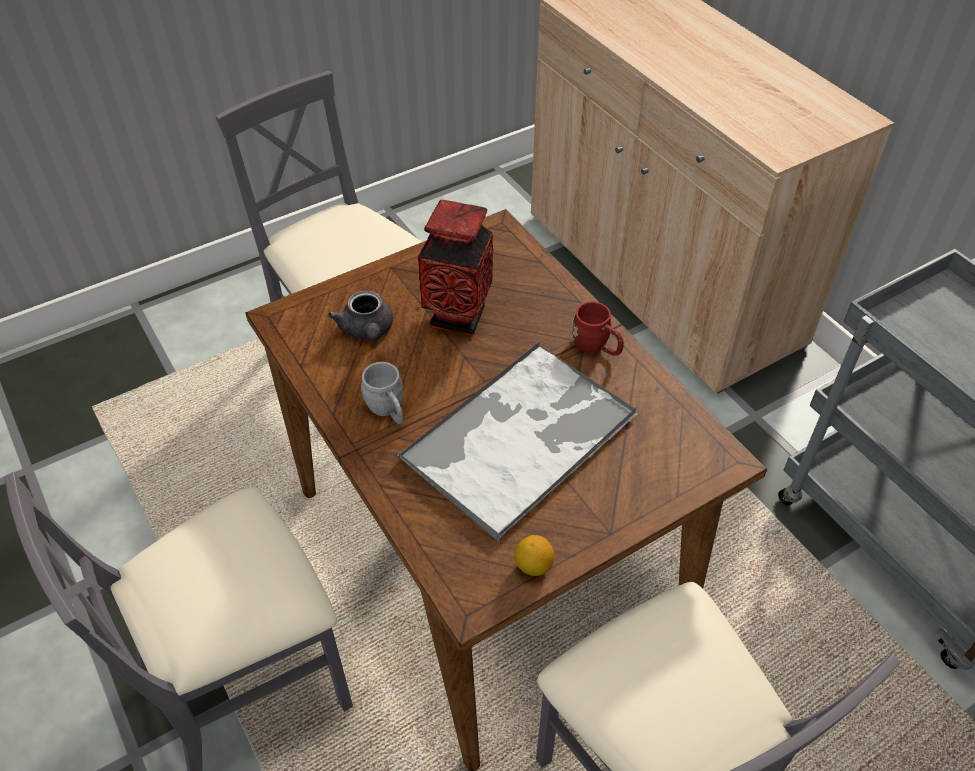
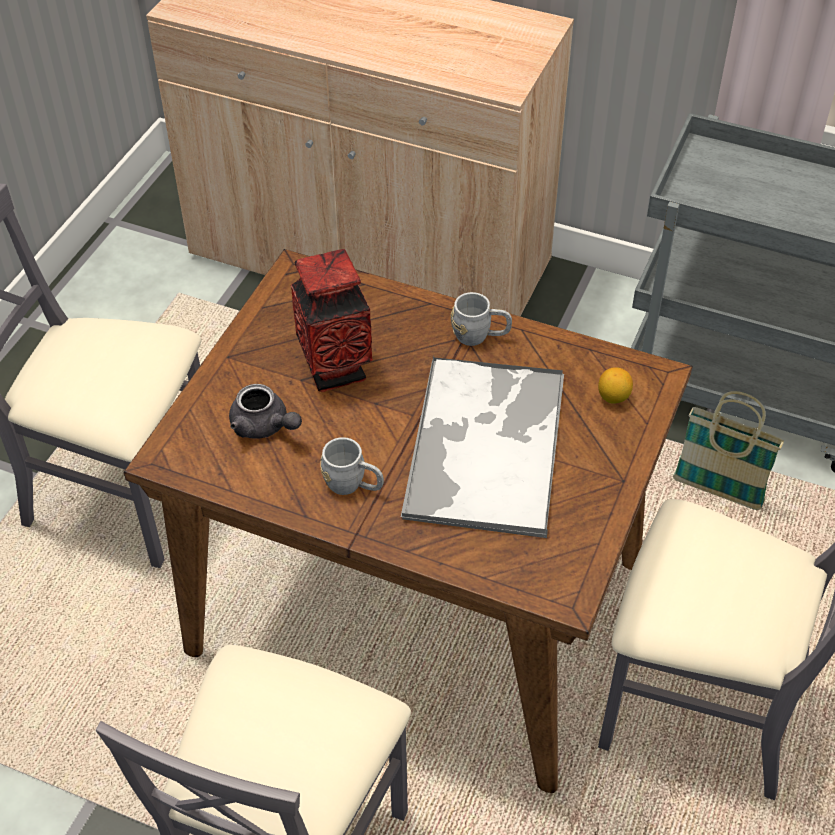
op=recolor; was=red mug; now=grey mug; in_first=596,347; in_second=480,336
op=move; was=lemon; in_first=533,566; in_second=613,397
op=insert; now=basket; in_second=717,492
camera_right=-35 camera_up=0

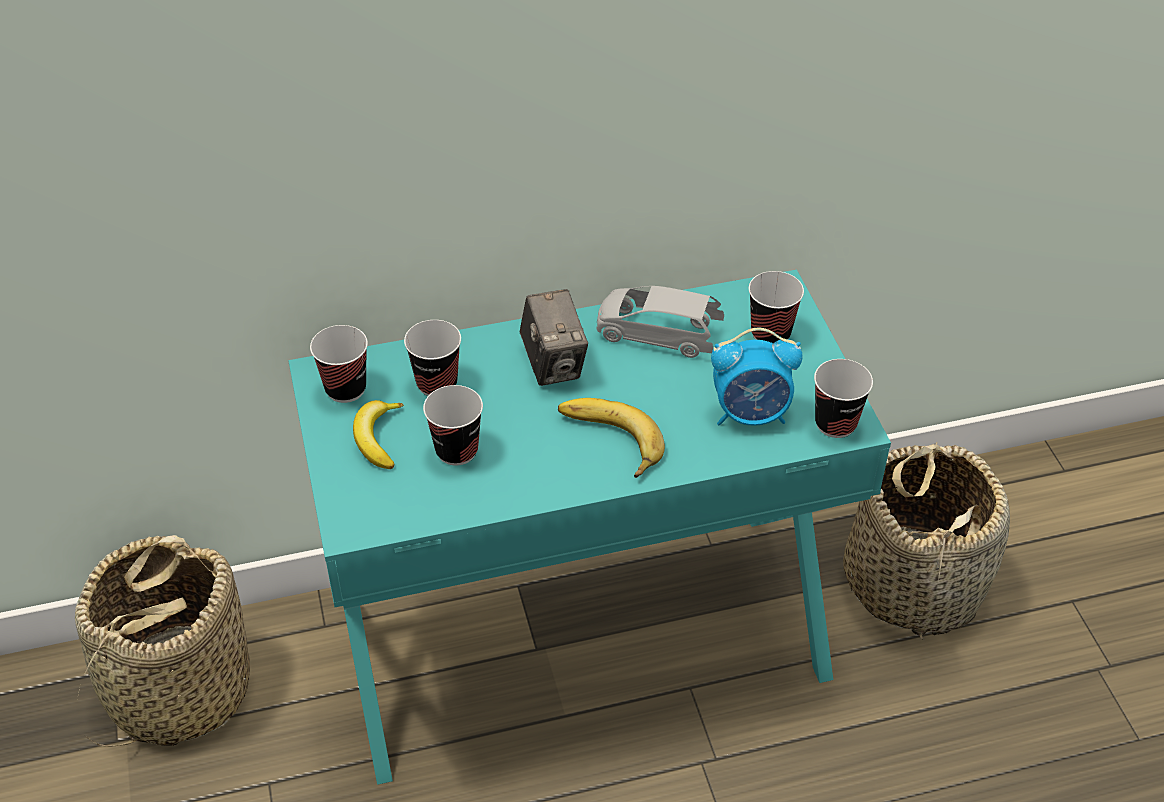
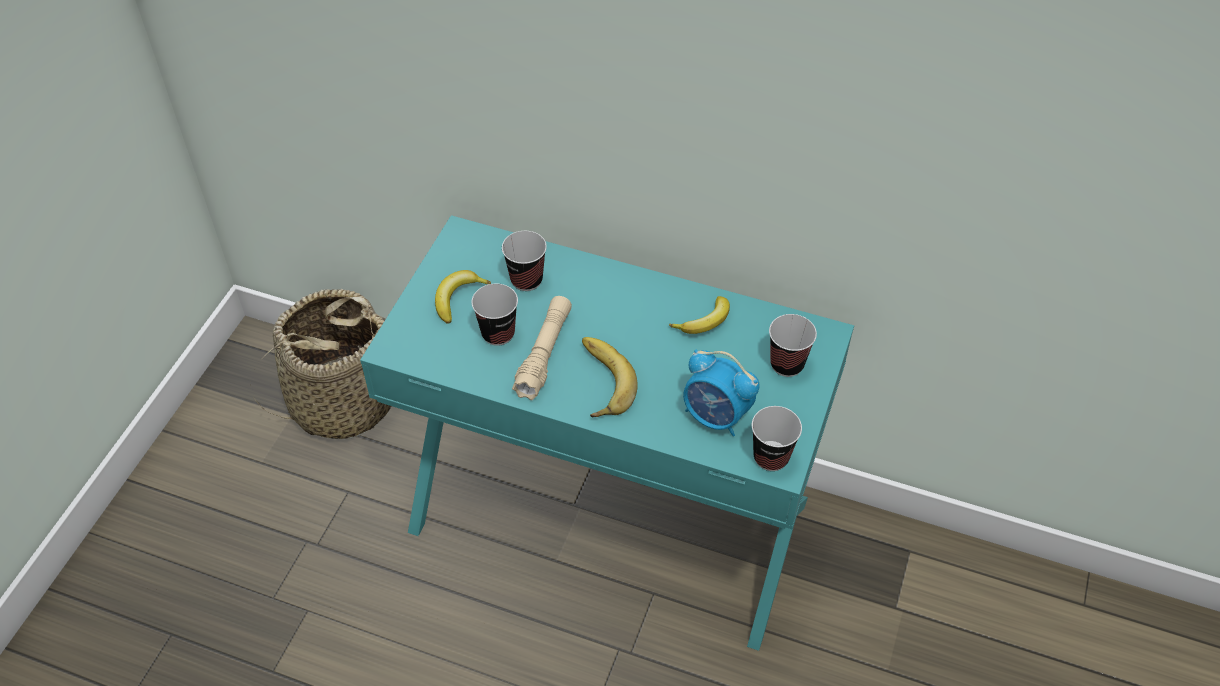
op=replace; was=grey toy car; now=banana; in_first=657,334; in_second=705,322
op=delete; was=photo camera; in_first=553,364
op=delete; was=cup; in_first=345,389
op=delete; was=basket; in_first=913,582
op=insert; now=beige flashlight; in_second=544,354
camera_right=35 camera_up=5

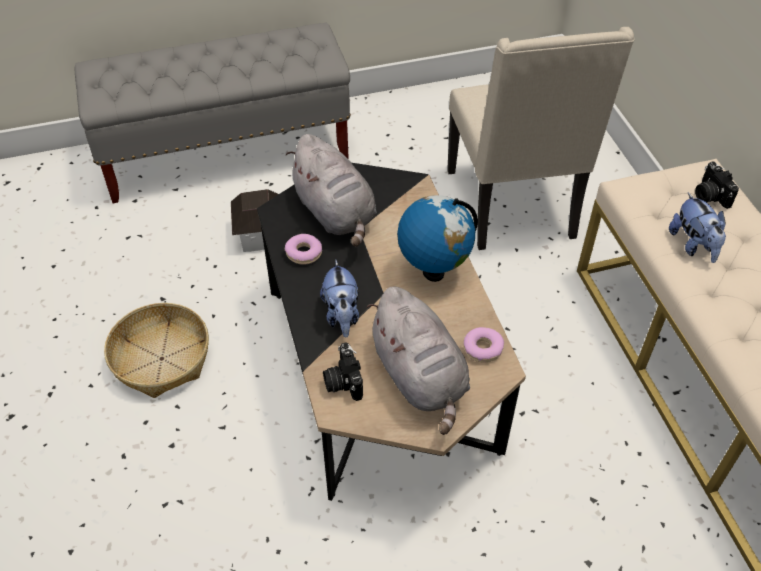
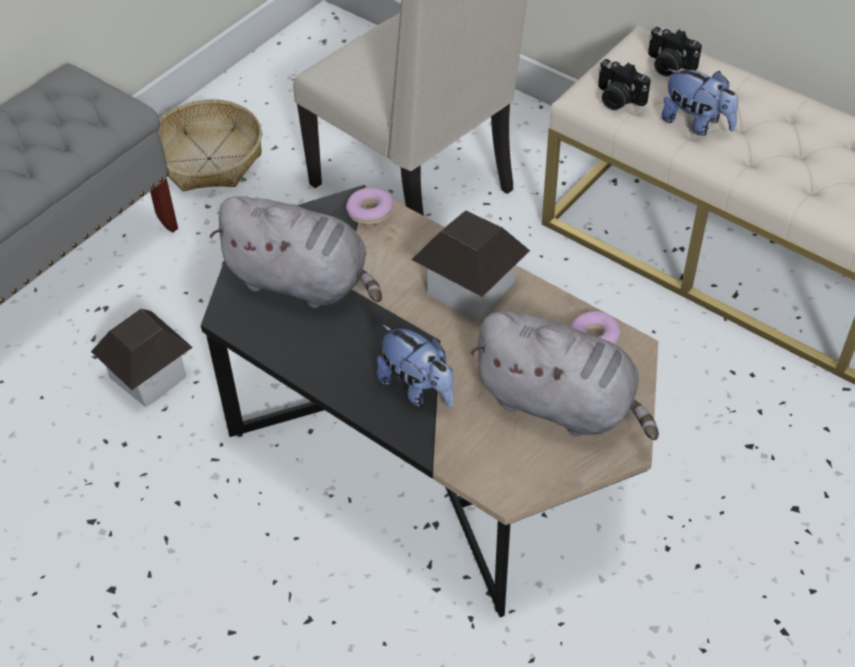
op=replace; was=globe; now=toy house; in_first=433,272; in_second=470,287
op=move; was=donut; in_first=304,253; in_second=370,212
op=move; was=basket; in_first=161,358; in_second=209,158
op=move; was=photo camera; in_first=342,381; in_second=617,99
camera_right=-35 camera_up=0

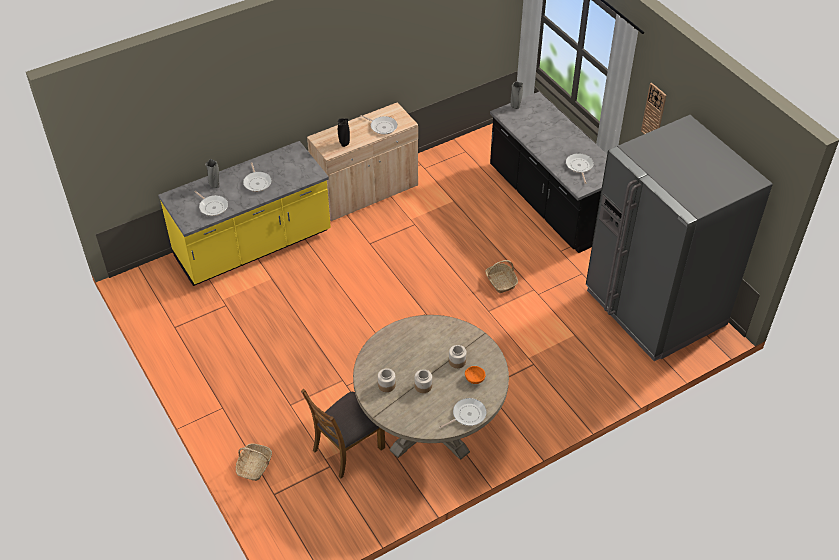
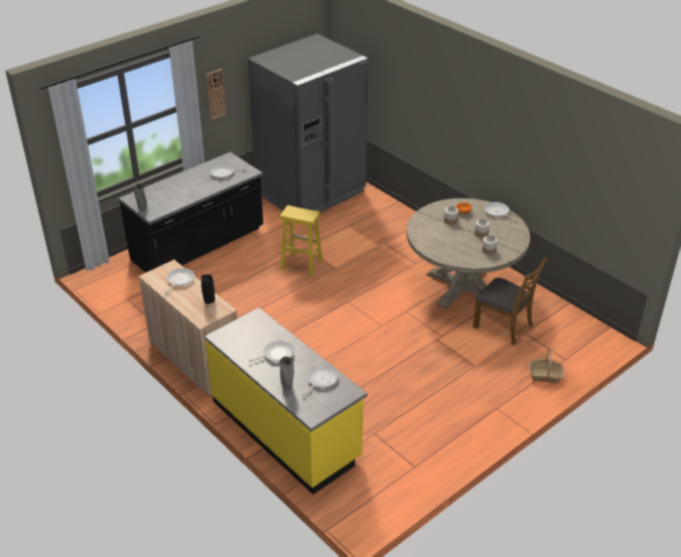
op=replace; was=basket; now=yellow stool; in_first=500,282; in_second=301,265
camera_right=-100 camera_up=-10

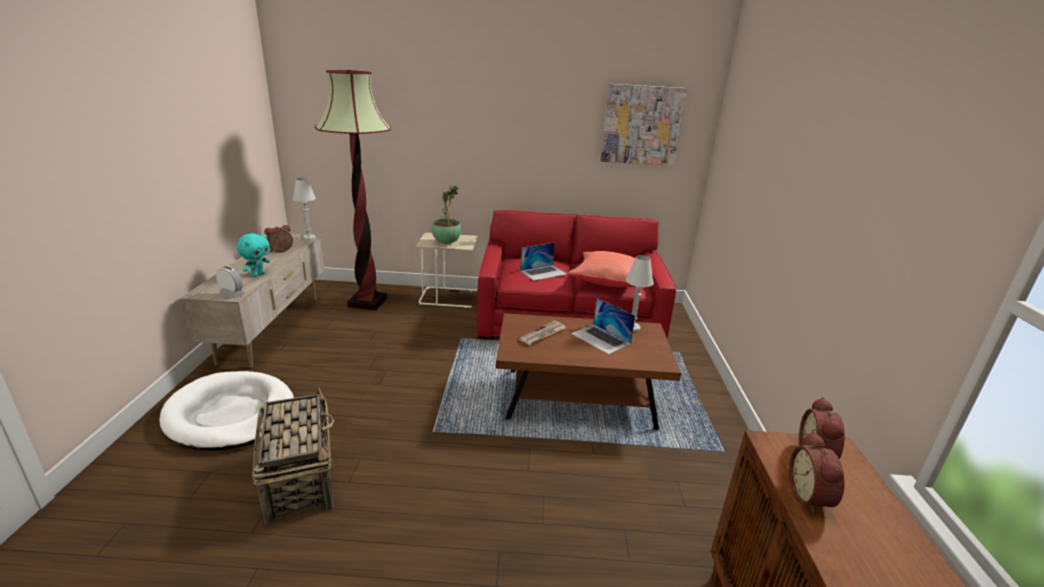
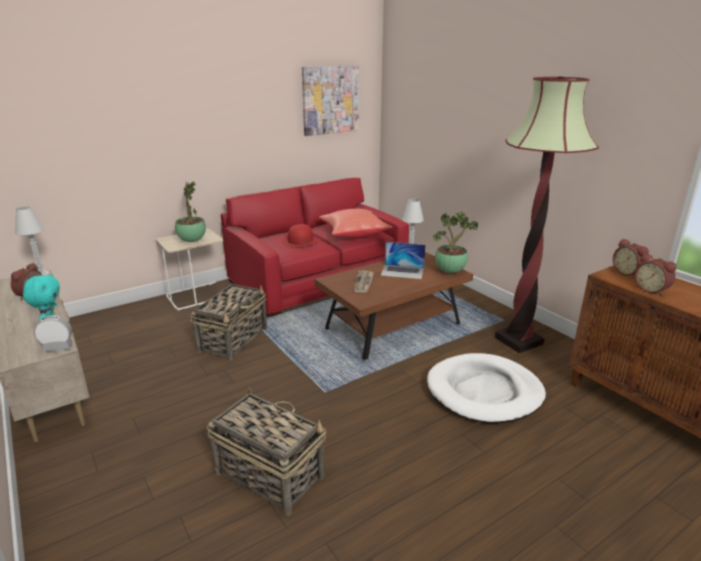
op=move; was=floor lamp; in_first=367,302; in_second=518,340
op=replace; was=laptop; now=red hat; in_first=543,272; in_second=300,241
op=move; was=white dog bed; in_first=231,414; in_second=484,392
op=insert; now=potted plant; in_second=451,271
op=insert; now=basket; in_second=234,339
camera_right=-35 camera_up=0

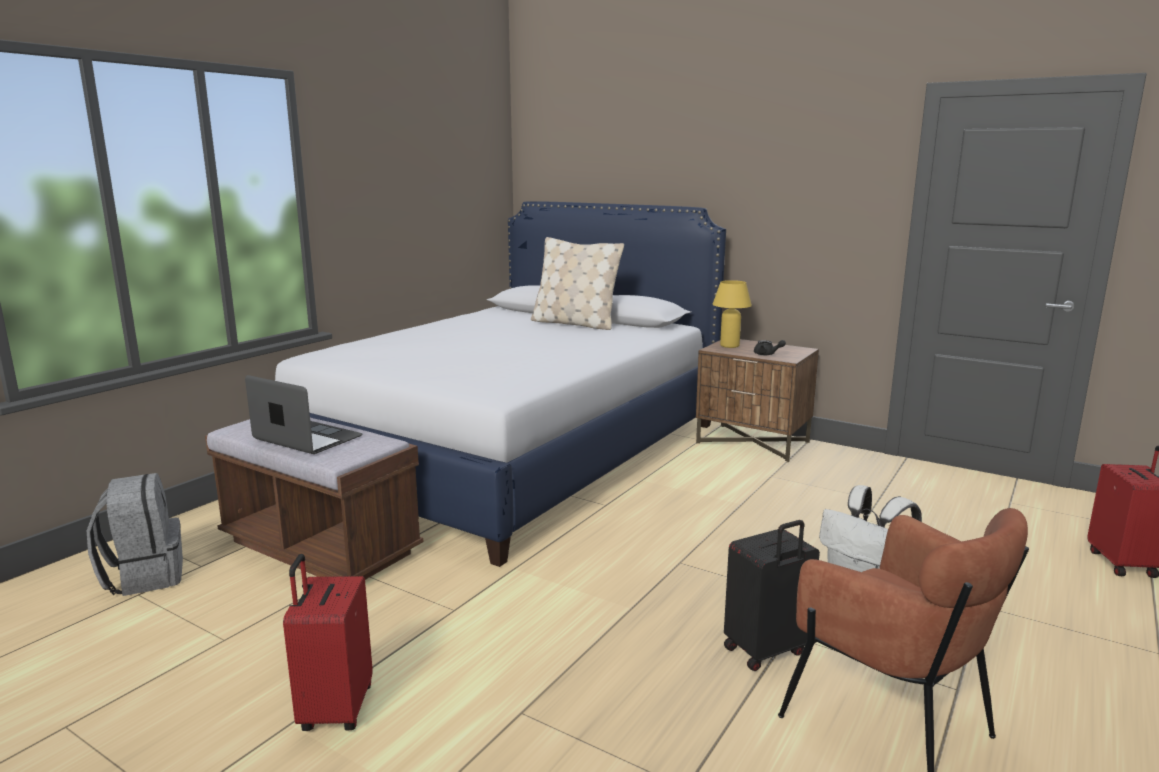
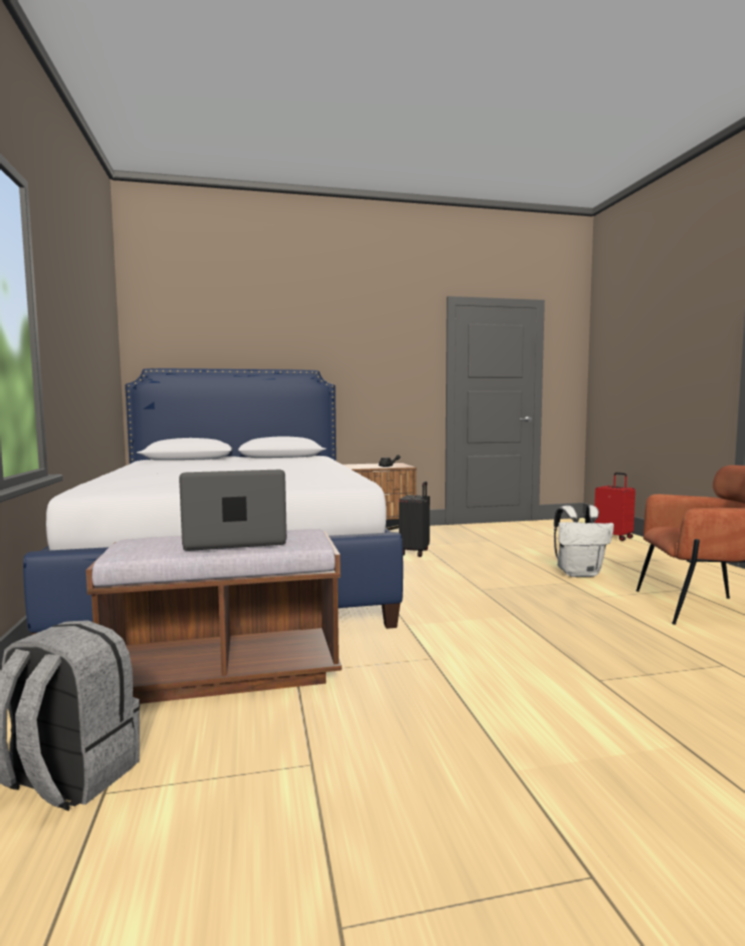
op=delete; was=beige pillow; in_first=575,324
op=delete; was=yellow table lamp; in_first=729,346
op=move; was=black suitcase; in_first=766,651; in_second=415,552
op=delete; was=red suitcase; in_first=334,709
camera_right=-45 camera_up=-10

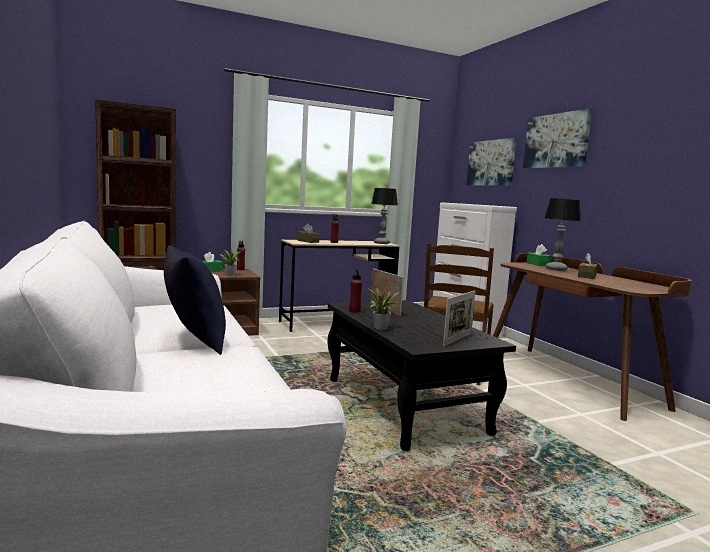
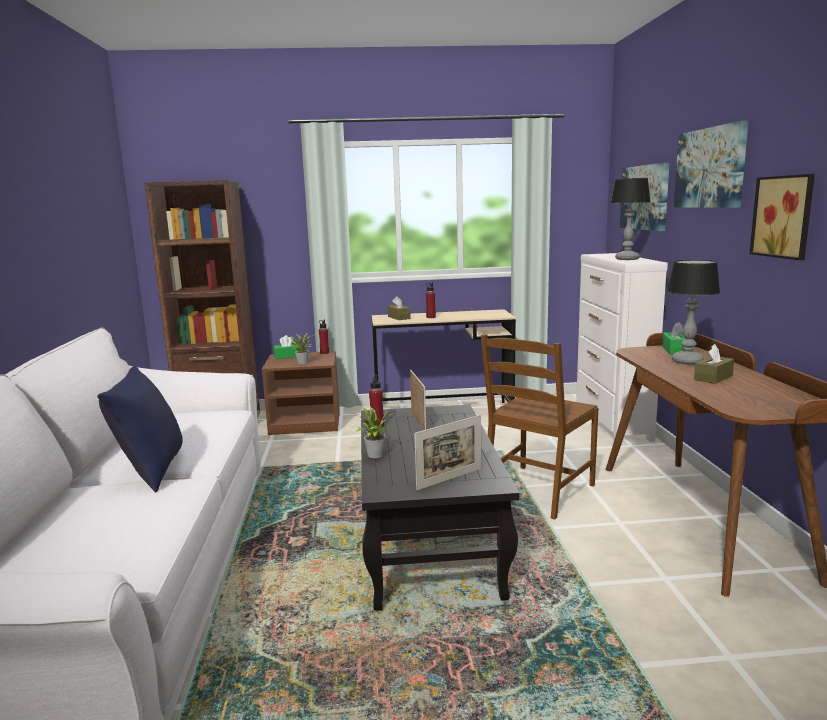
op=move; was=table lamp; in_first=382,243; in_second=627,259
op=insert; now=picture; in_second=785,216
camera_right=20 camera_up=5

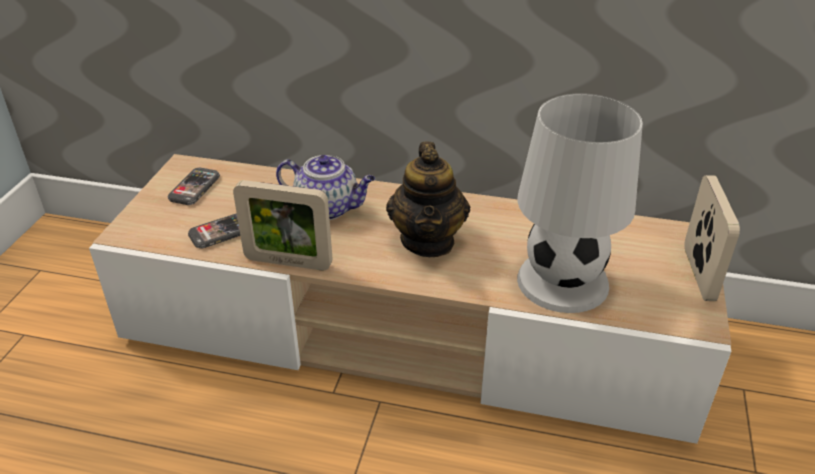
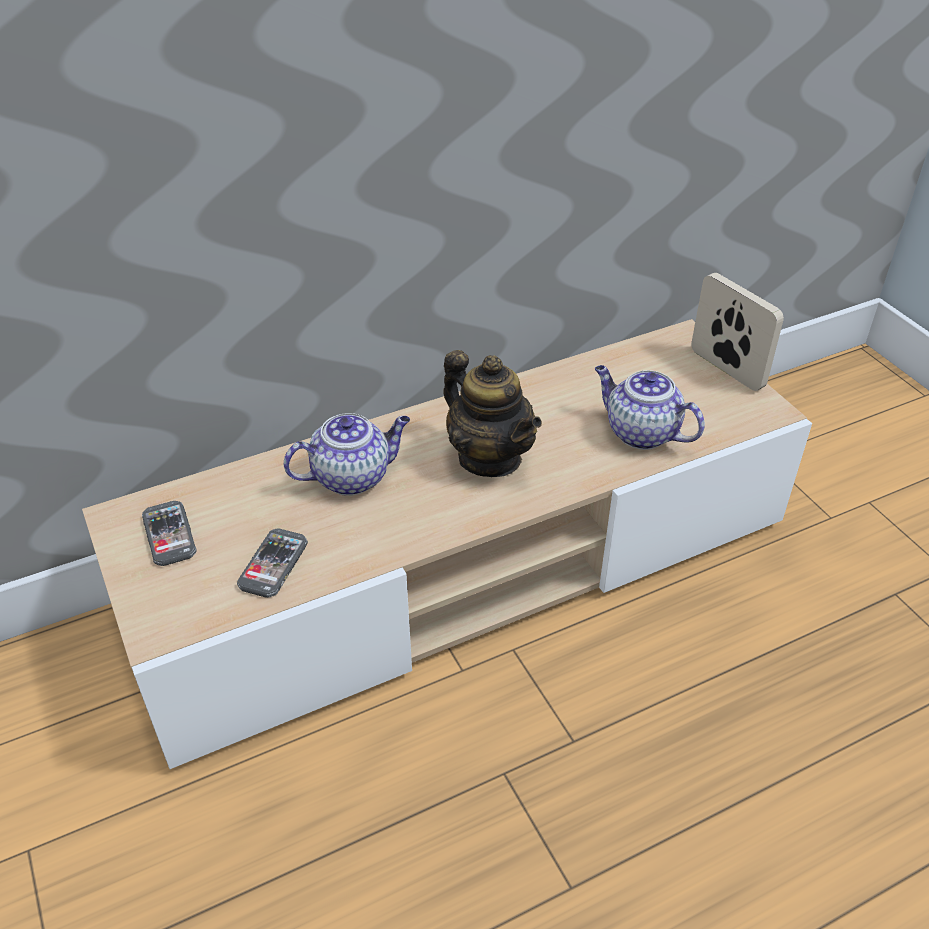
op=replace; was=white table lamp; now=teapot; in_first=561,281; in_second=640,433
op=delete; was=picture frame; in_first=288,262
camera_right=-40 camera_up=5

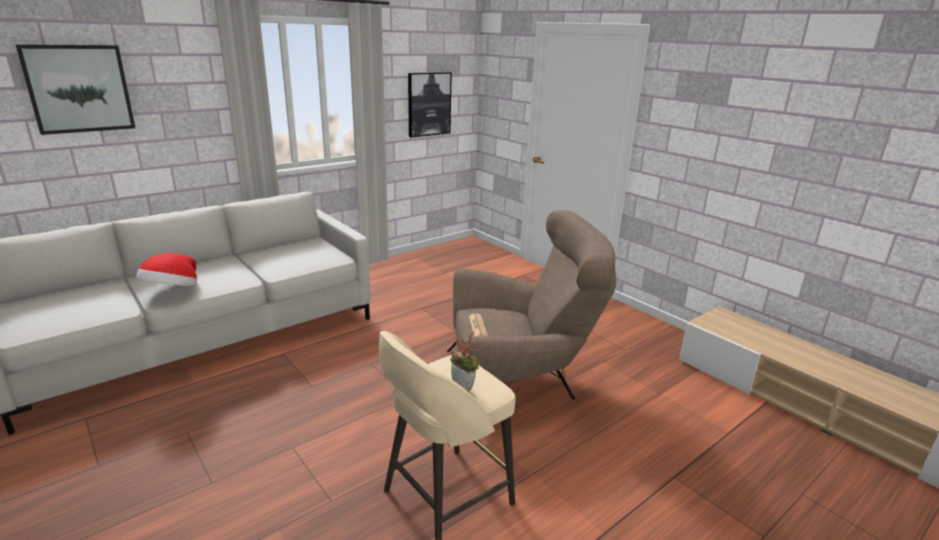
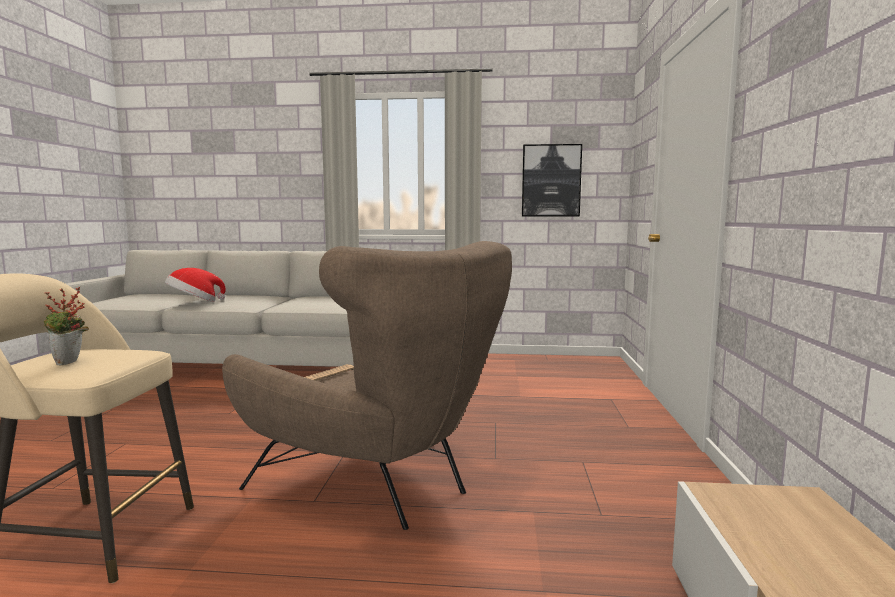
op=delete; was=picture; in_first=79,88
camera_right=45 camera_up=-15

